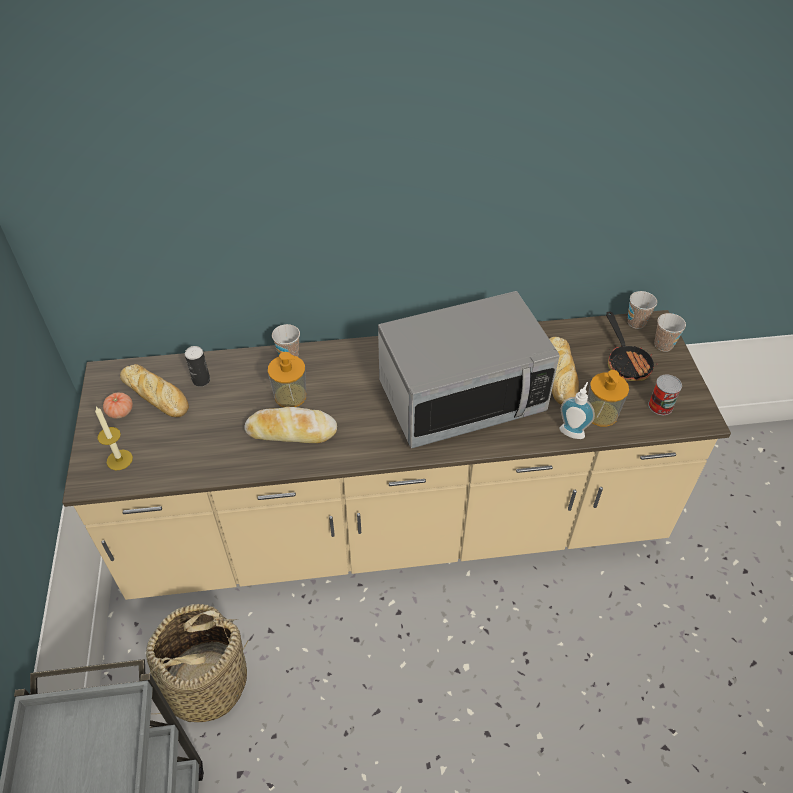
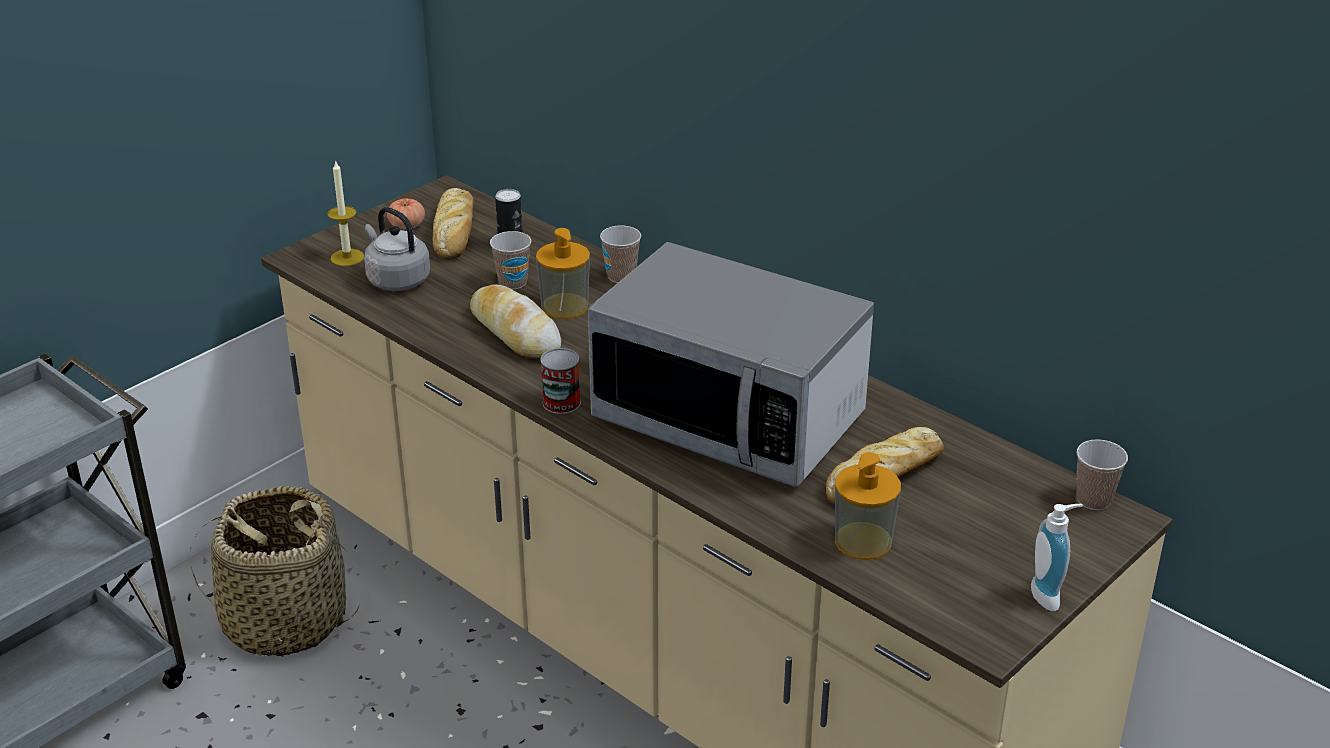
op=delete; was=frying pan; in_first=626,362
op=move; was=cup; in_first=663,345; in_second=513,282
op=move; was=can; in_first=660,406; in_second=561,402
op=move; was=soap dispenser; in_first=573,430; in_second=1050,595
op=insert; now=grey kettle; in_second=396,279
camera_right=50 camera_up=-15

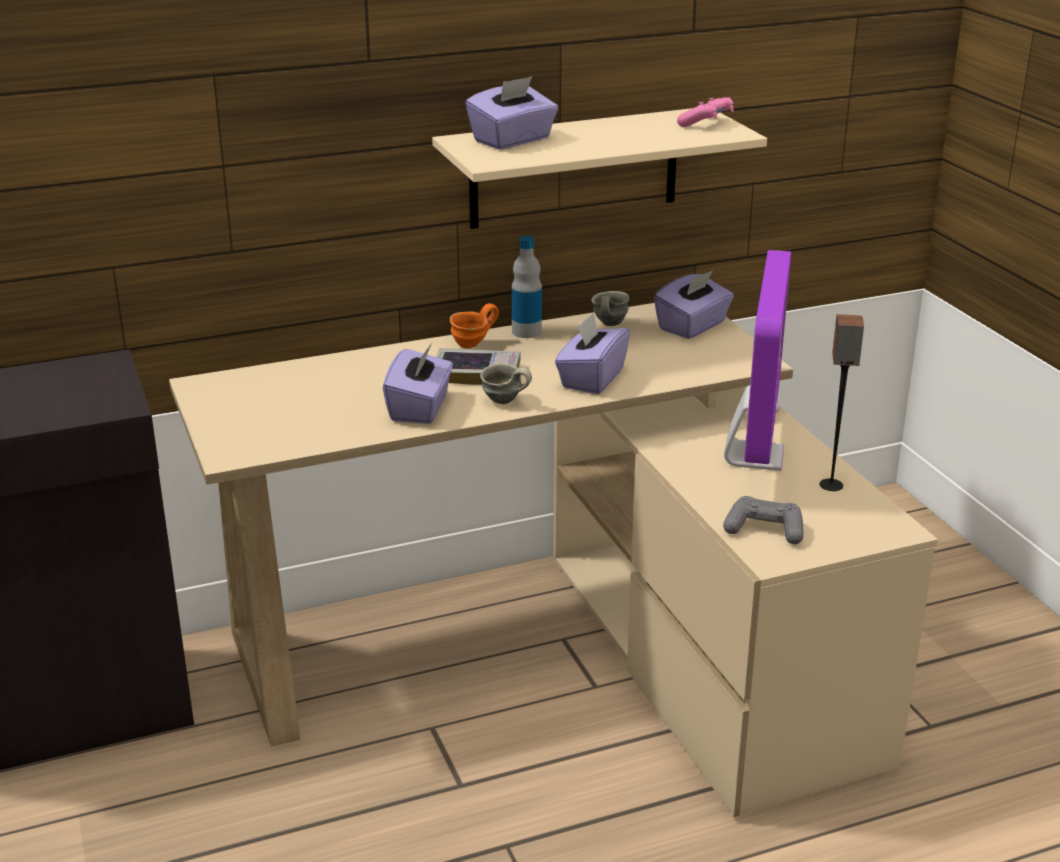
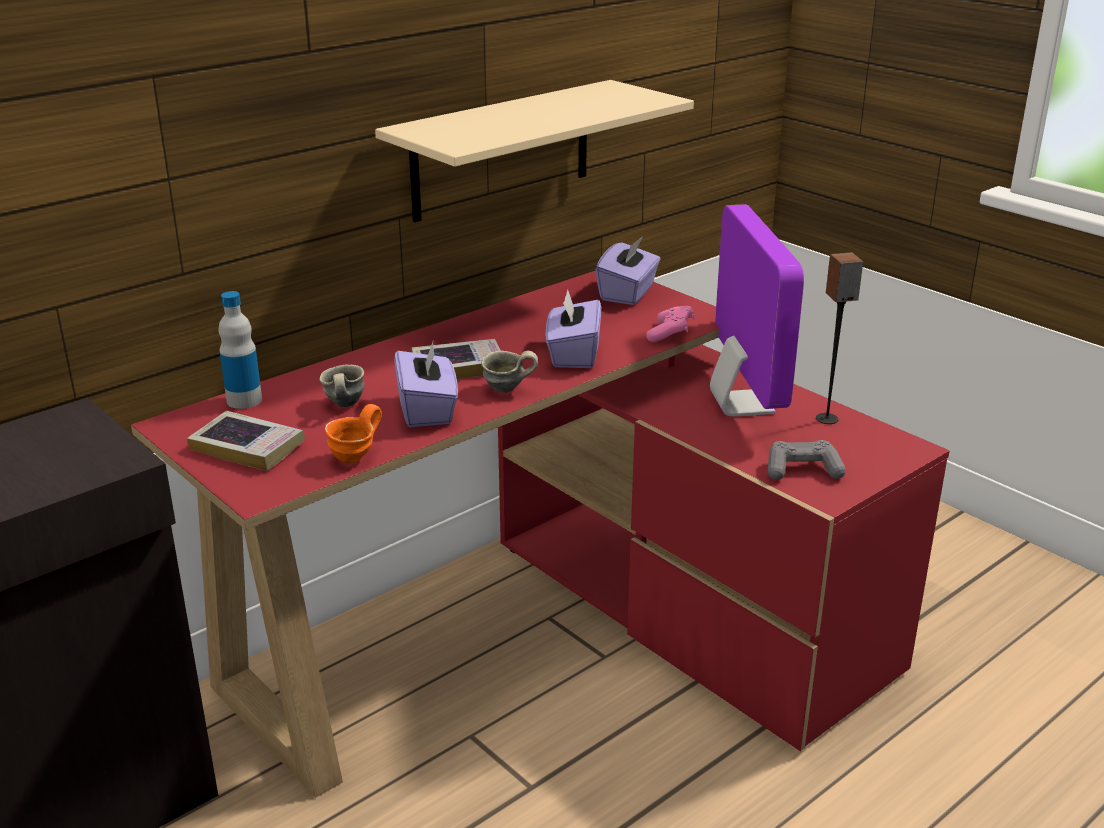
op=delete; was=purple tissue box; in_first=512,140
op=move; was=pink game controller; in_first=706,124; in_second=671,334
op=move; was=bottle; in_first=526,331; in_second=244,400
op=move; was=grey mug; in_first=607,325; in_second=342,405
op=recolor; was=beige desk; now=red desk; in_first=560,655; in_second=555,633
op=move; was=orange mug; in_first=473,345; in_second=357,458
op=insert; now=book; in_second=247,447
camera_right=-20 camera_up=0

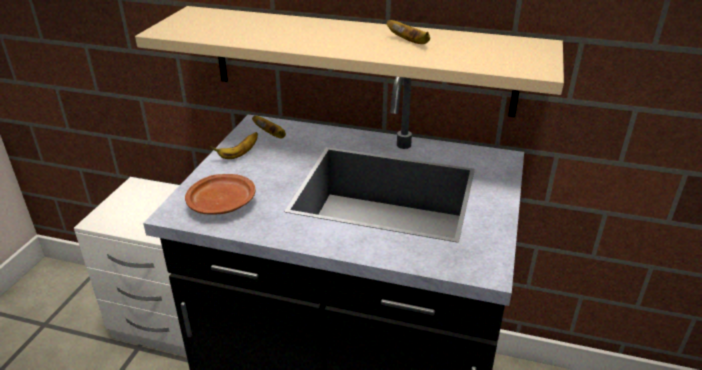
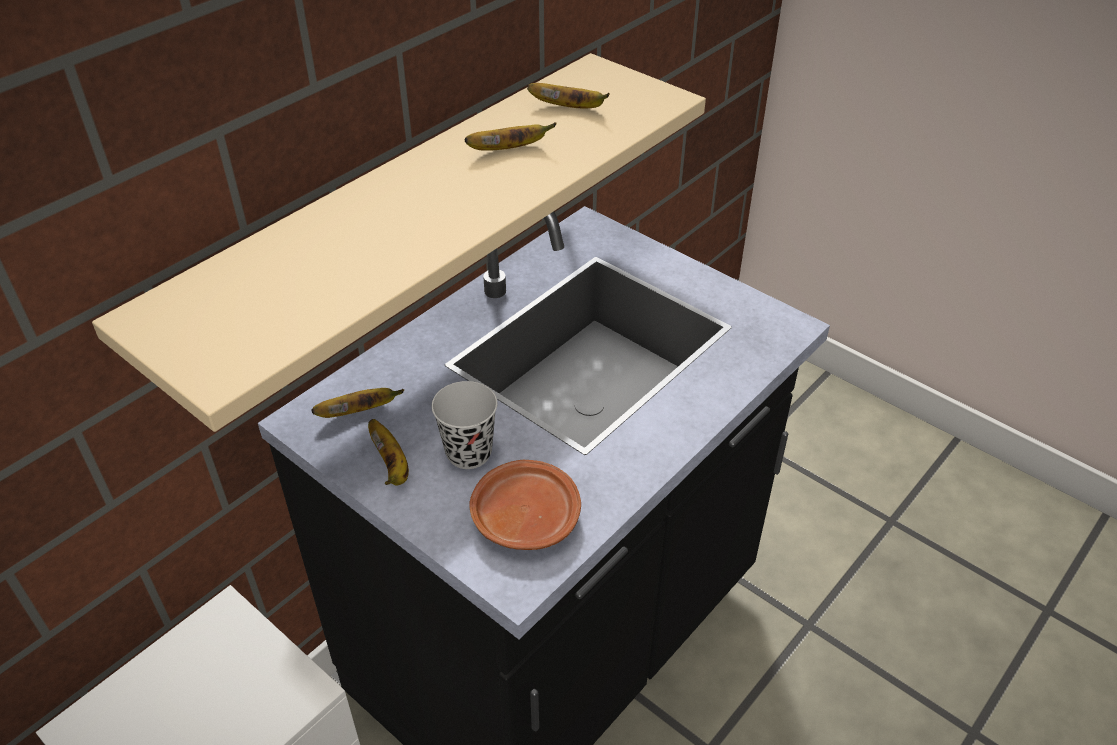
op=insert; now=banana; in_second=569,108
op=insert; now=black cup; in_second=468,453
camera_right=-65 camera_up=10

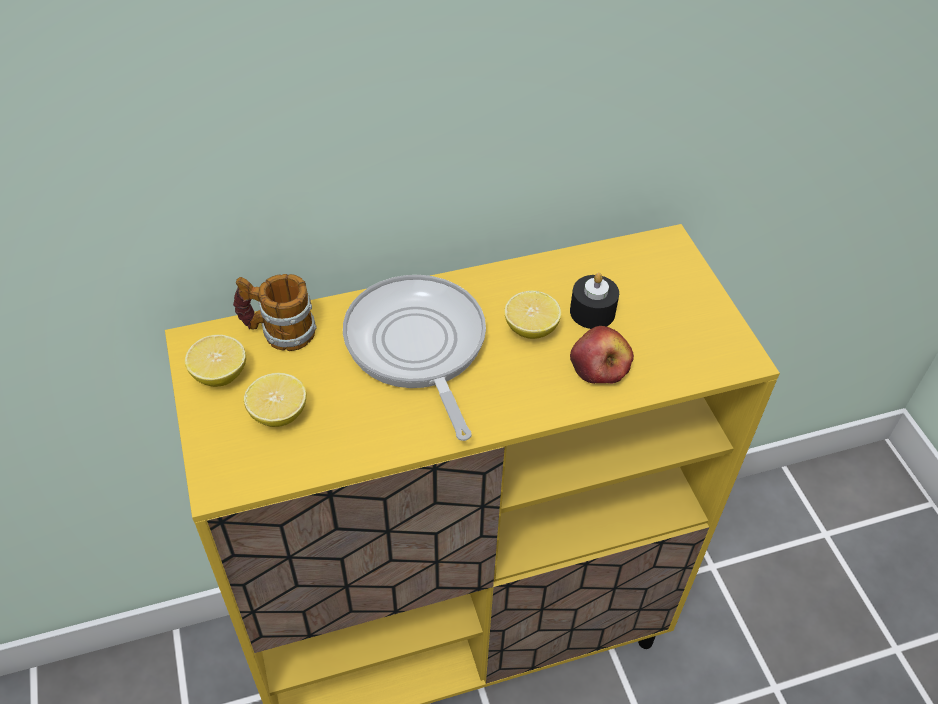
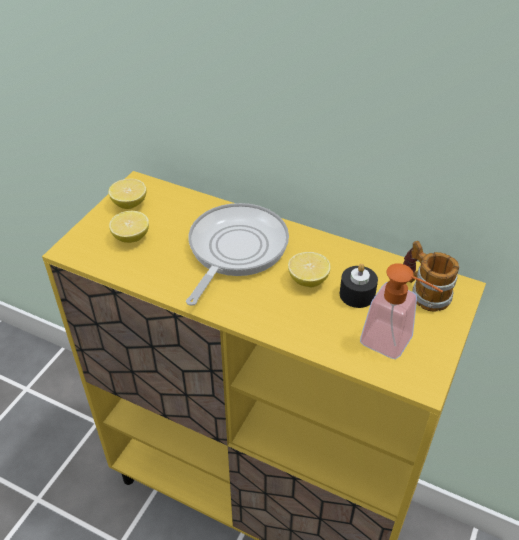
op=move; was=mug; in_first=278,331; in_second=424,292
op=delete; was=apple; in_first=599,365
op=insert; now=soap dispenser; in_second=394,344
camera_right=45 camera_up=-5

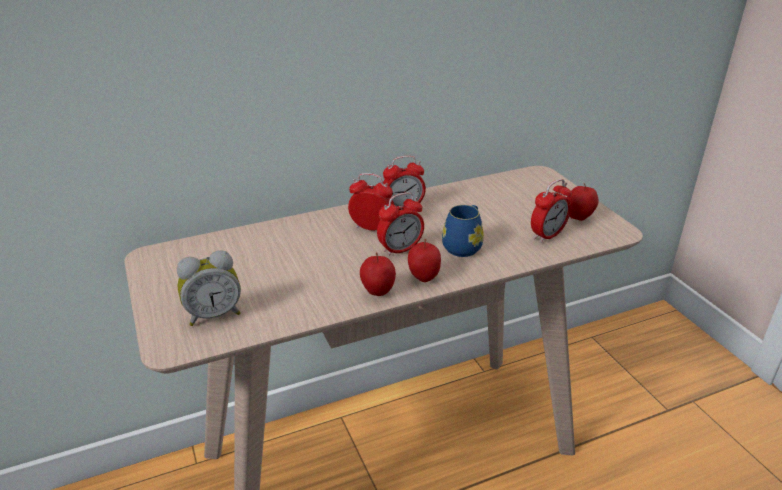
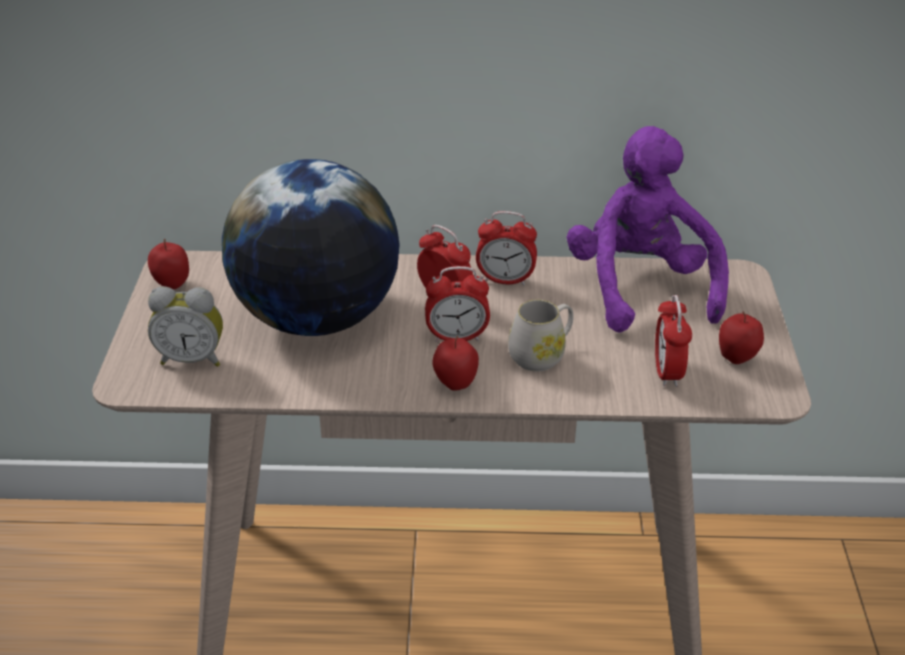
op=rotate; was=alarm clock; in_first=547,235; in_second=667,372; clockwise=105
op=recolor; was=blue mug; now=white mug; in_first=464,245; in_second=542,355
op=move; was=apple; in_first=377,292; in_second=172,285
op=insert; now=purple plush toy; in_second=640,287
op=insert; now=globe; in_second=317,318
camera_right=25 camera_up=5

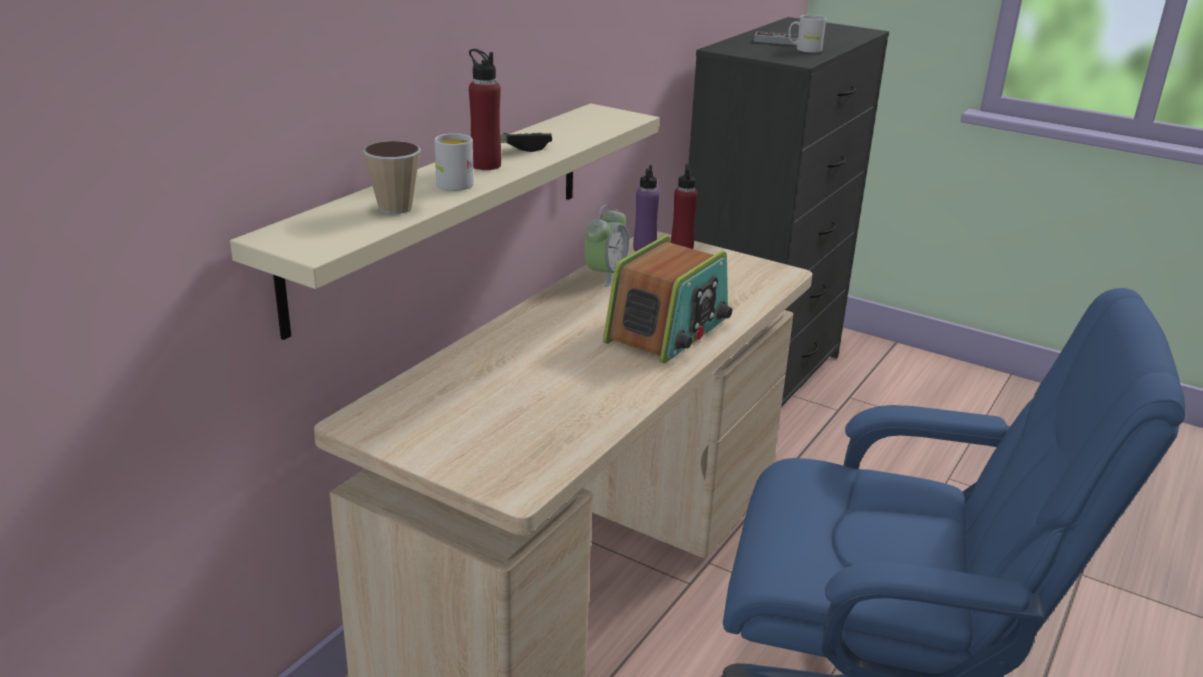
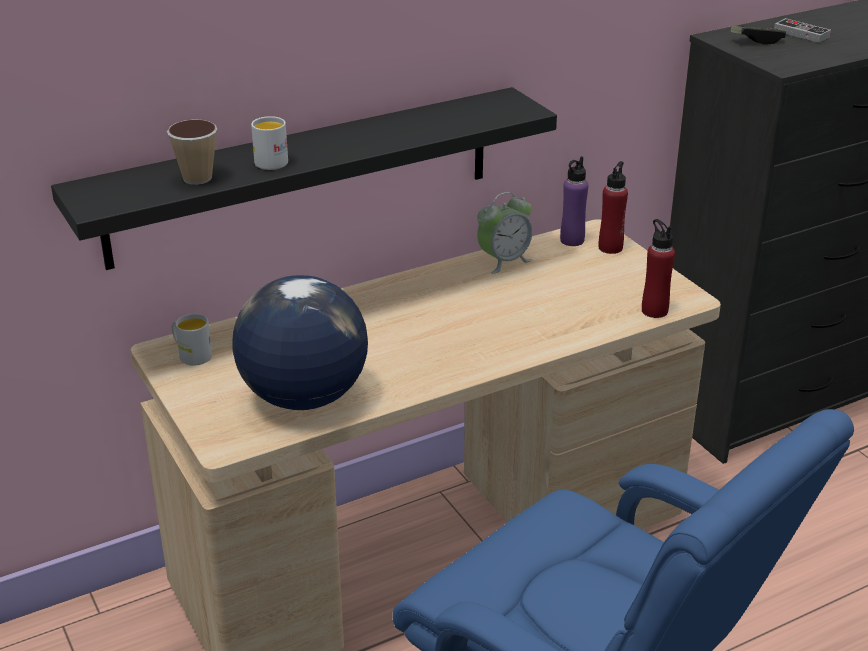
op=move; was=white mug; in_first=804,50; in_second=191,355
op=move; was=red bottle; in_first=485,165; in_second=654,311
op=recolor; was=beige shelf; now=black shelf; in_first=446,208; in_second=303,176
op=move; was=game controller; in_first=521,149; in_second=756,41
op=delete; was=radio; in_first=668,330
op=insert; now=globe; in_second=303,397
camera_right=30 camera_up=5

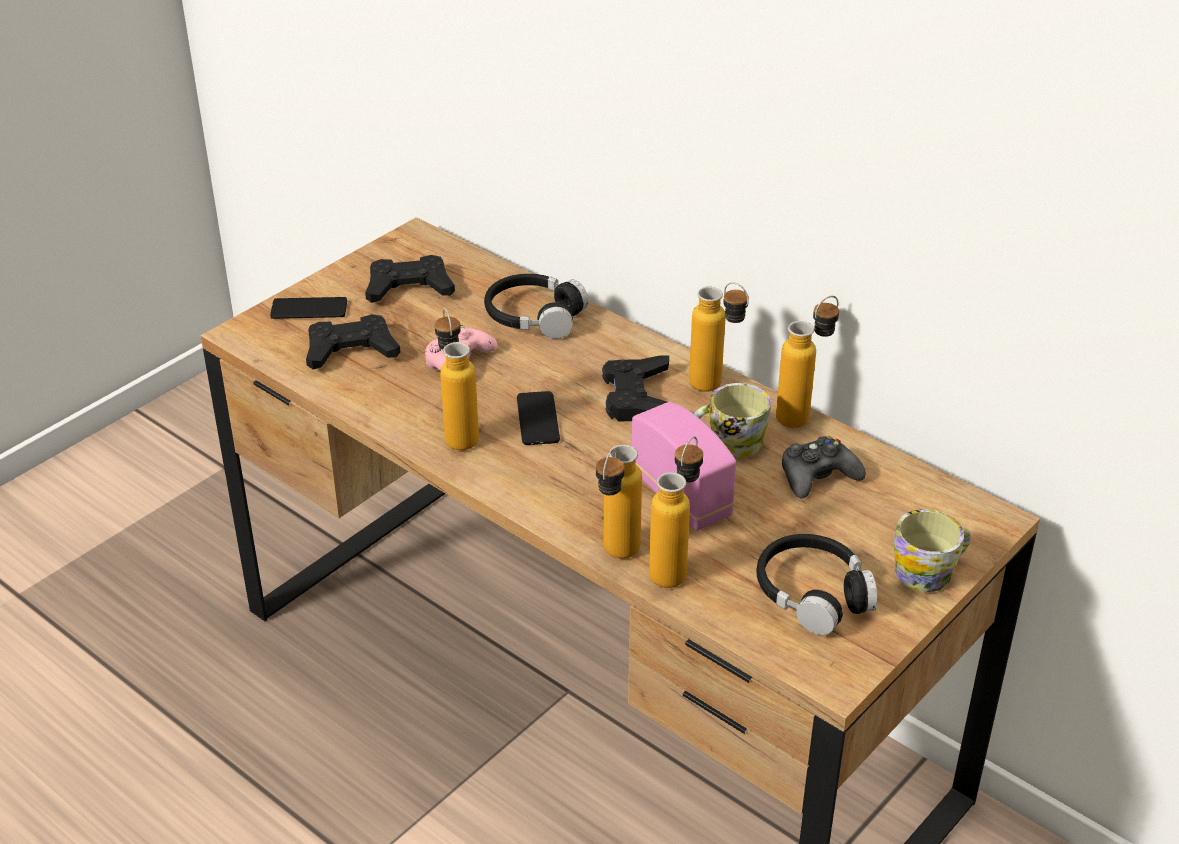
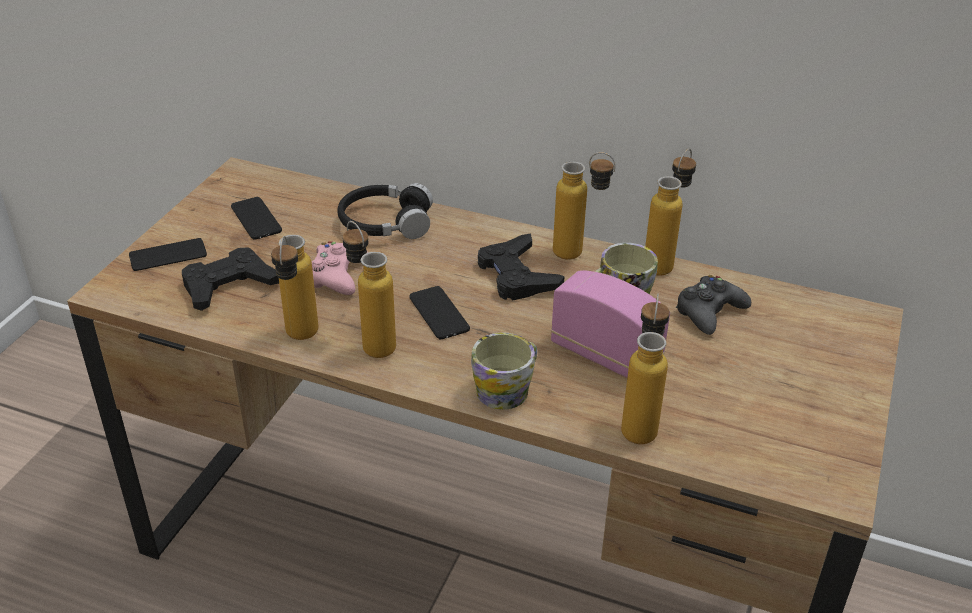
op=replace; was=black game controller; now=phone; in_first=409,288; in_second=256,219
op=move; was=bottle; in_first=616,557; in_second=299,340
op=move; was=mug; in_first=930,571; in_second=508,389
op=delete; was=black headphones; in_first=813,594
camera_right=-20 camera_up=0

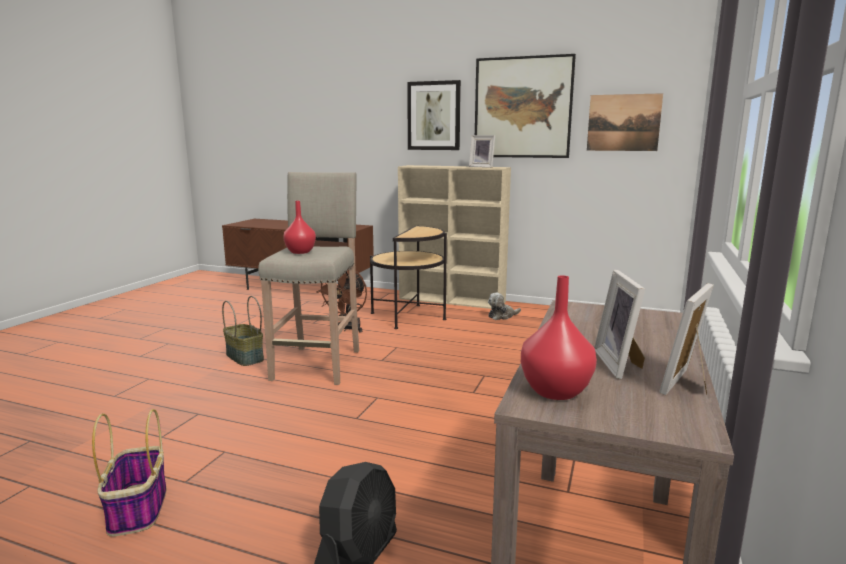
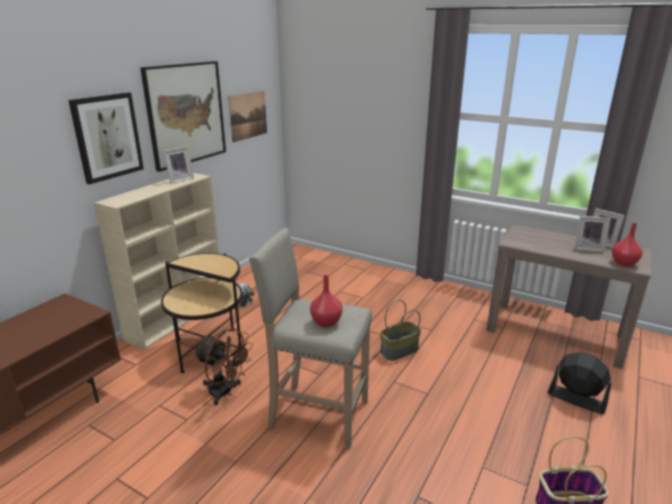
op=move; was=basket; in_first=244,357; in_second=399,351
camera_right=-80 camera_up=10

